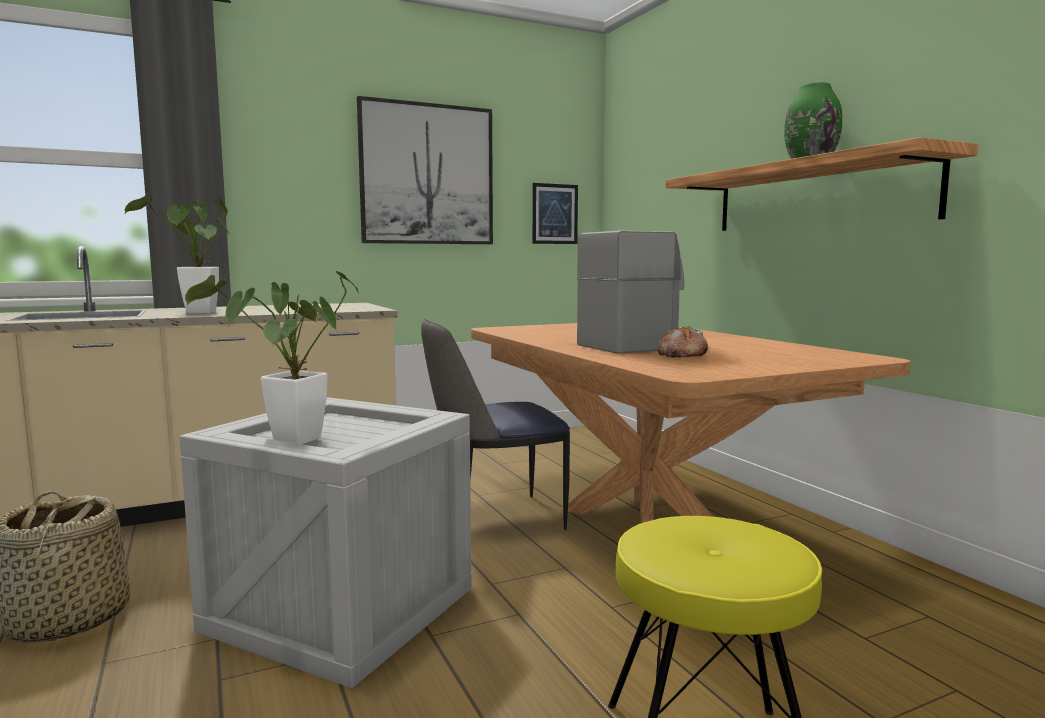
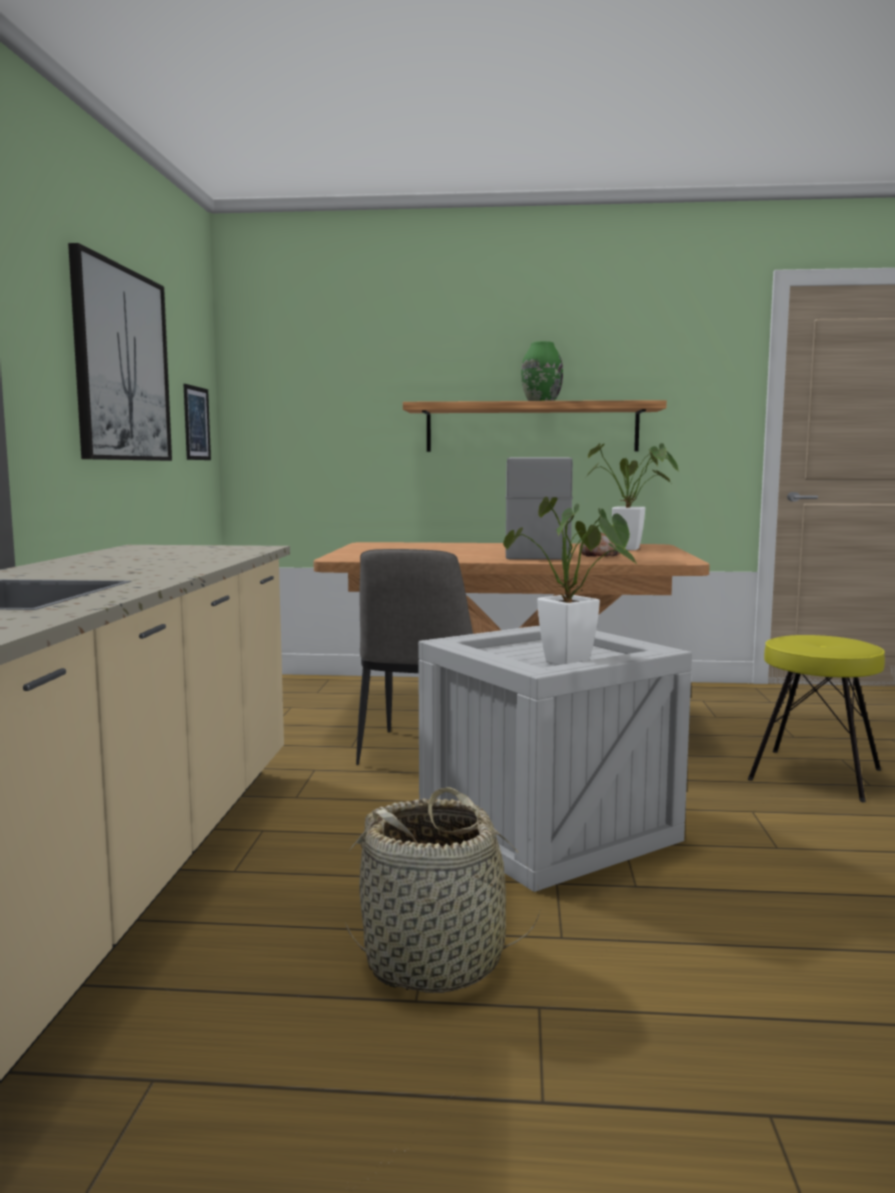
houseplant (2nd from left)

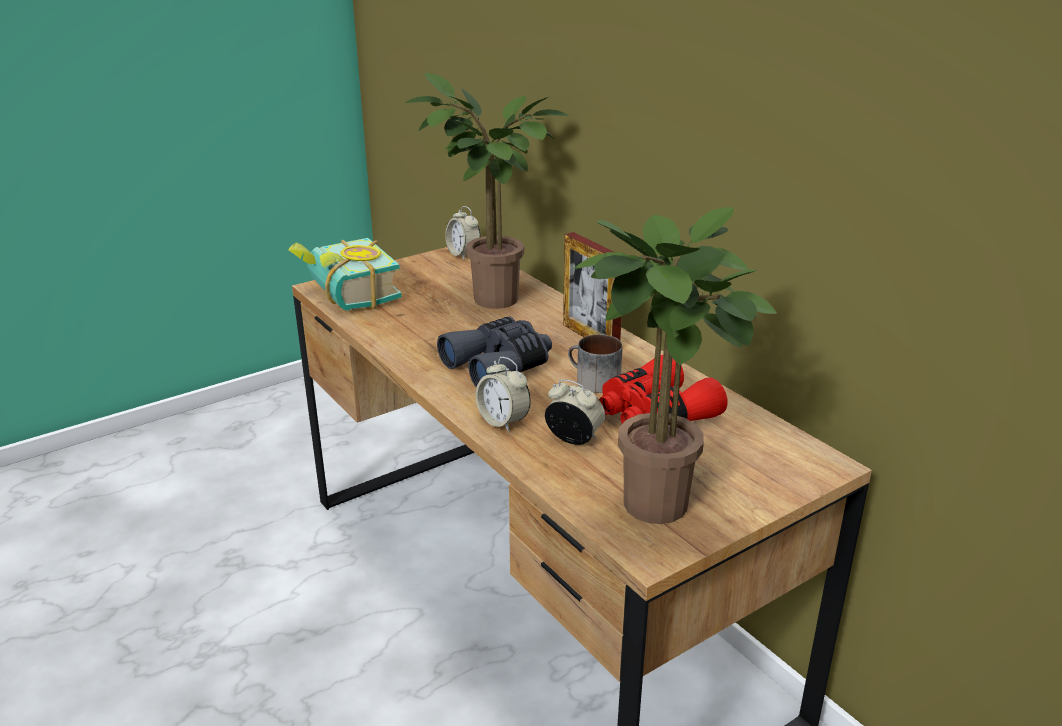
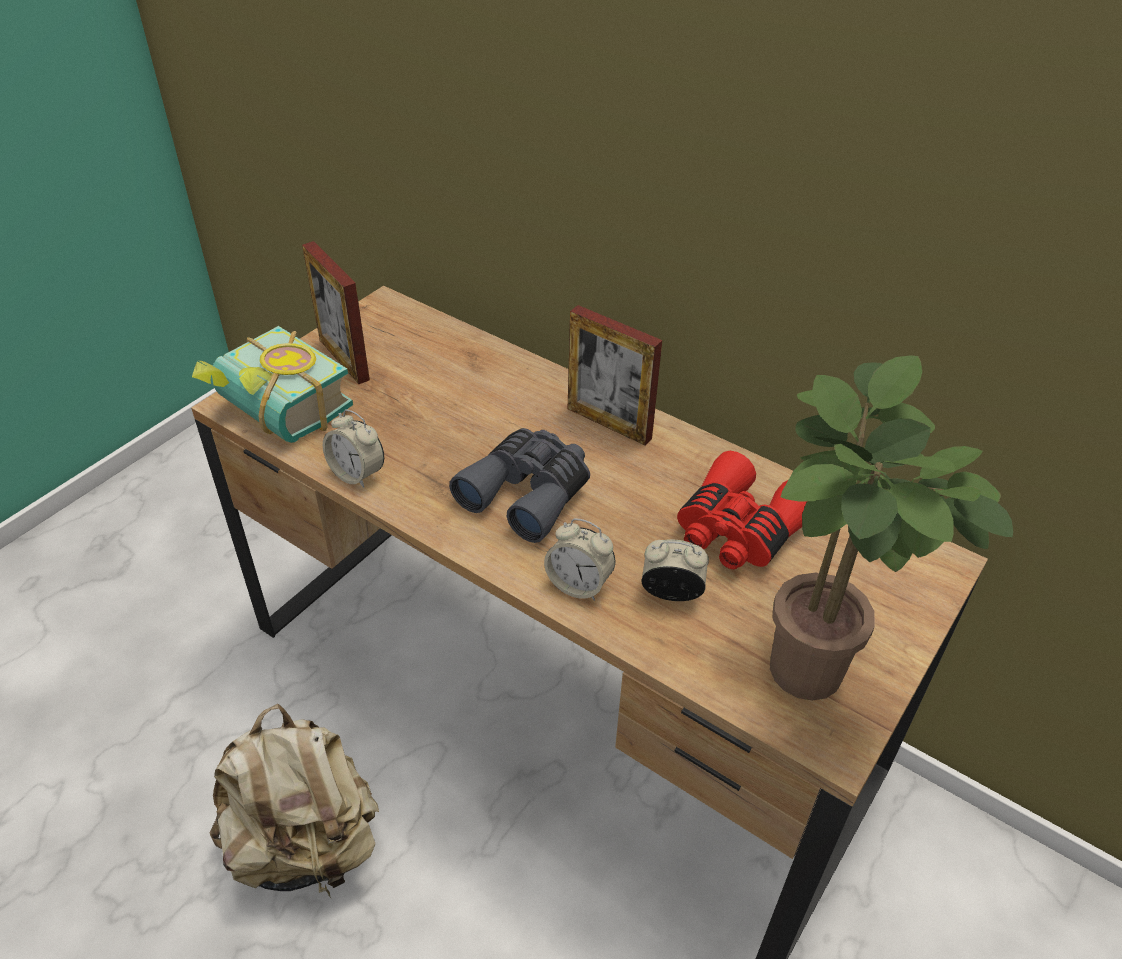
houseplant (1st from left in the first image)
bedside clock (1st from left)
tea mug
rucksack (sand-coloured)
standing frame (1st from left)

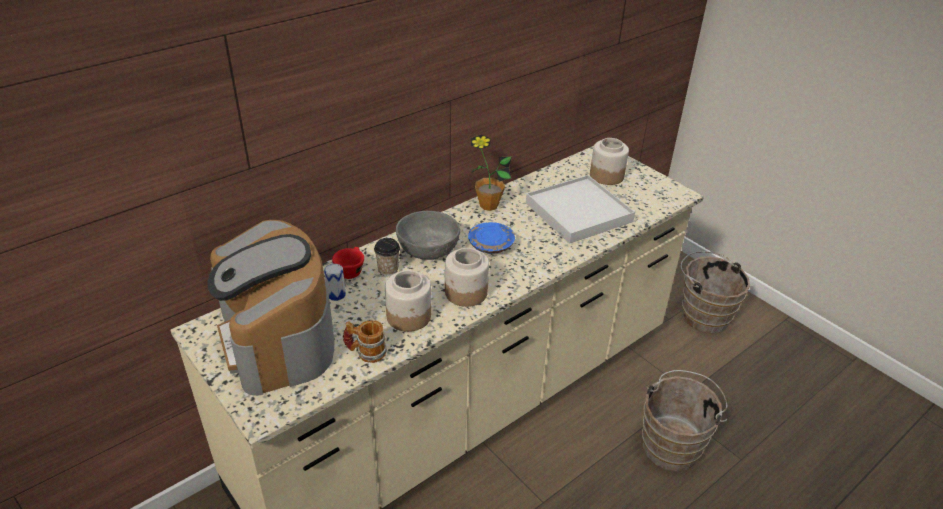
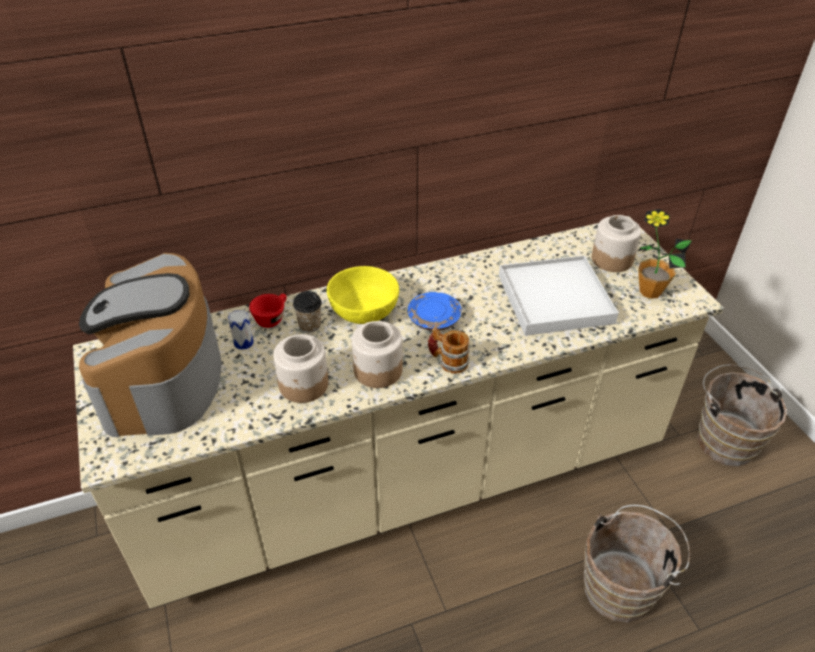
tea mug
serving bowl (yellowish)
houseplant

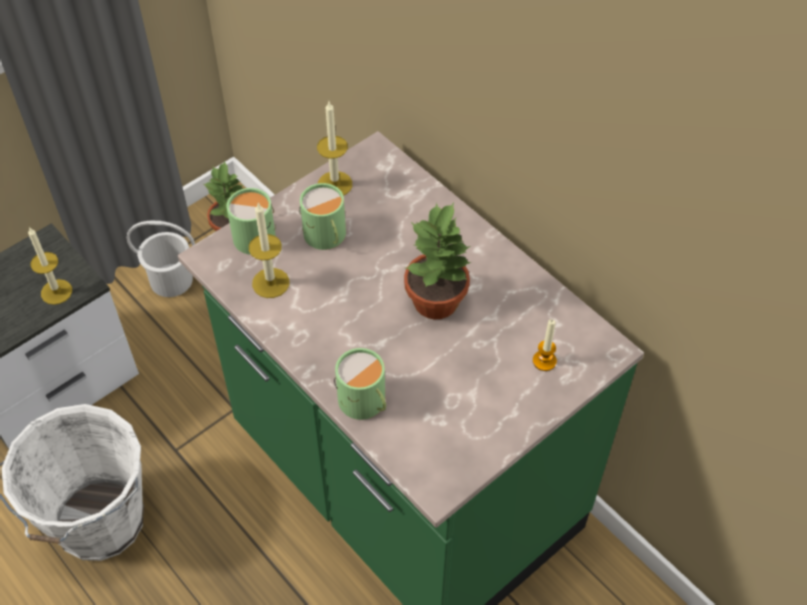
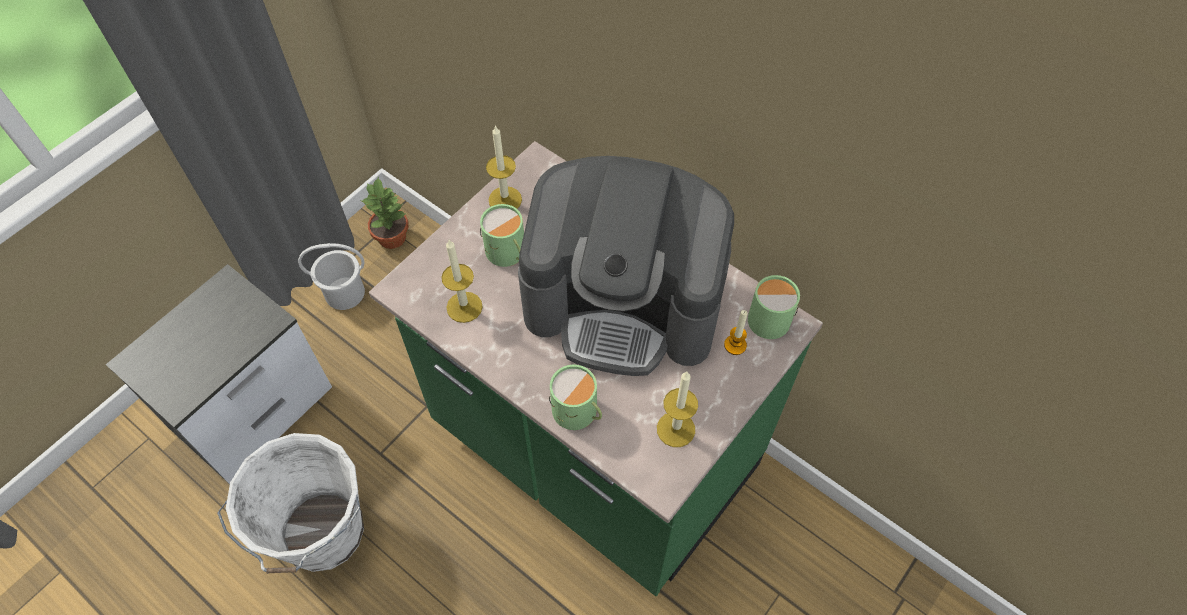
wax candle (3rd from left)
tea mug (green) (3rd from left)
coffee machine

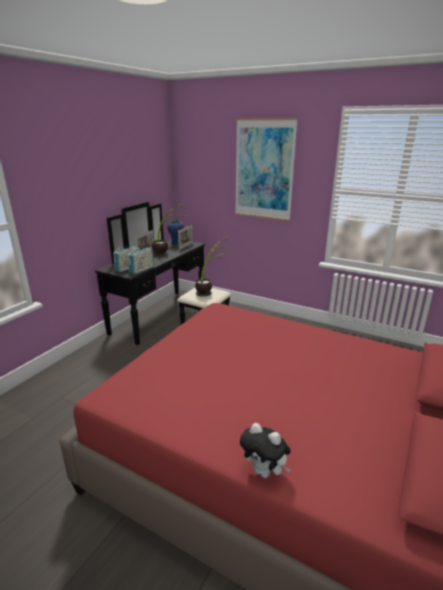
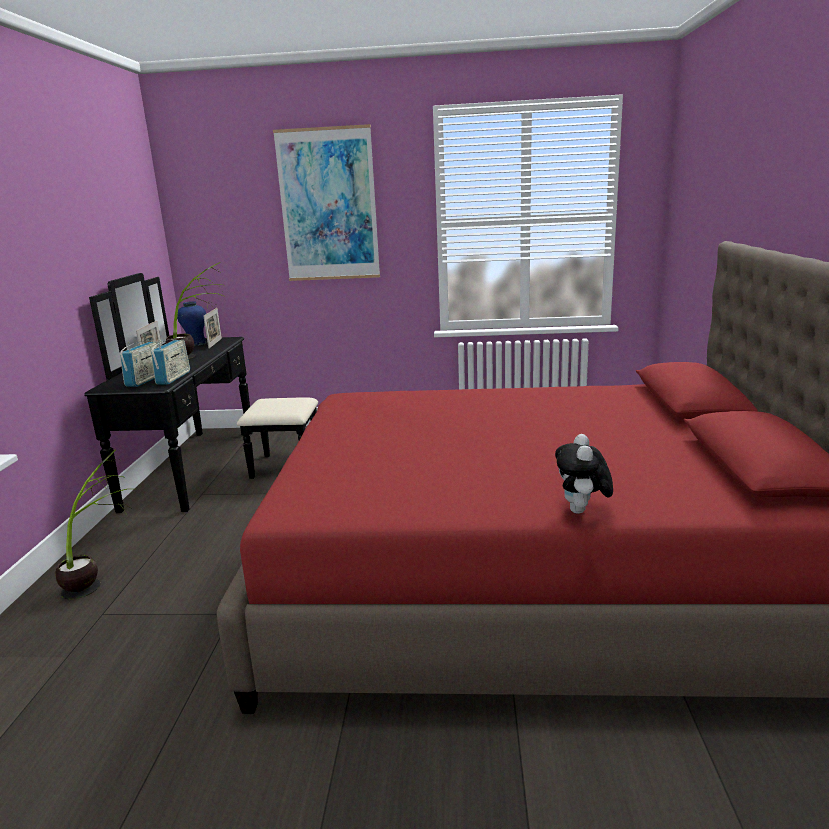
houseplant (1st from left)
cuddly toy

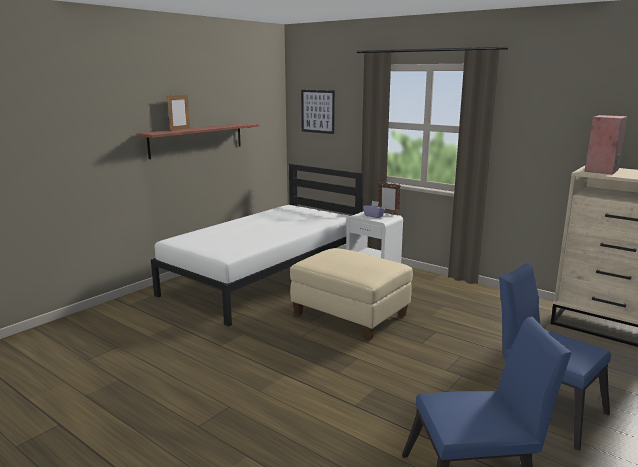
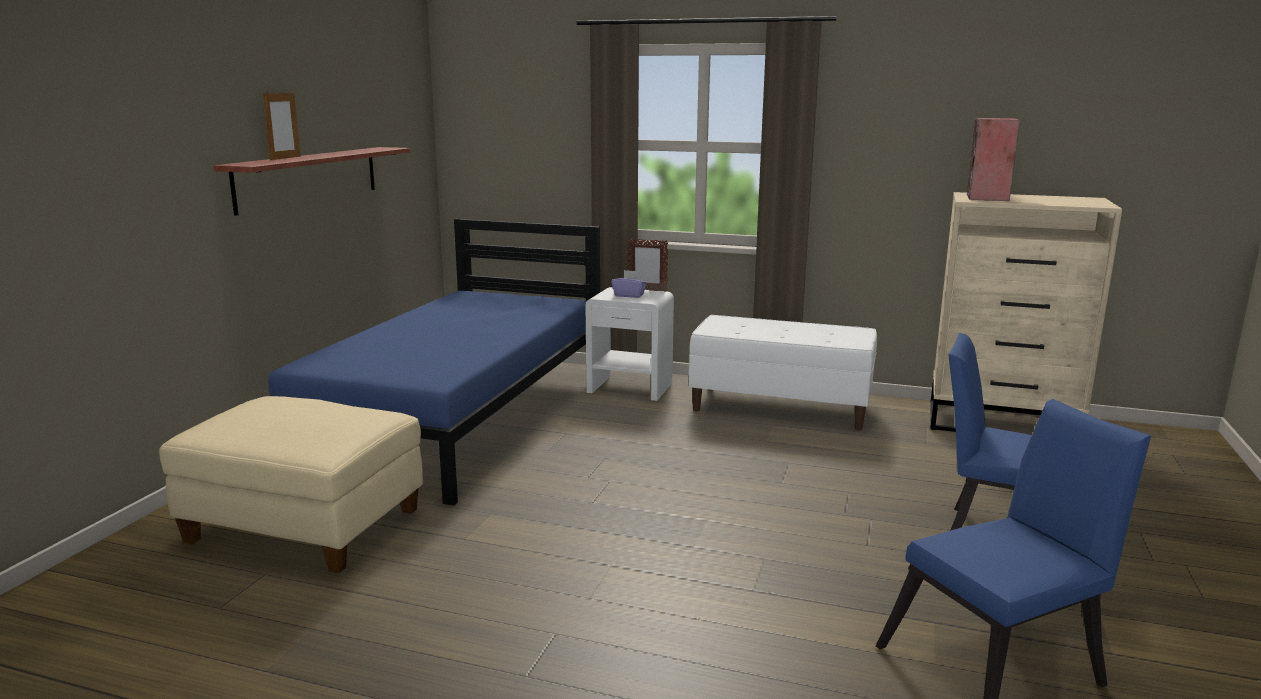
bedroom bed (blue-coloured)
ottoman (sand-coloured)
wall art
long seat (white-coloured)

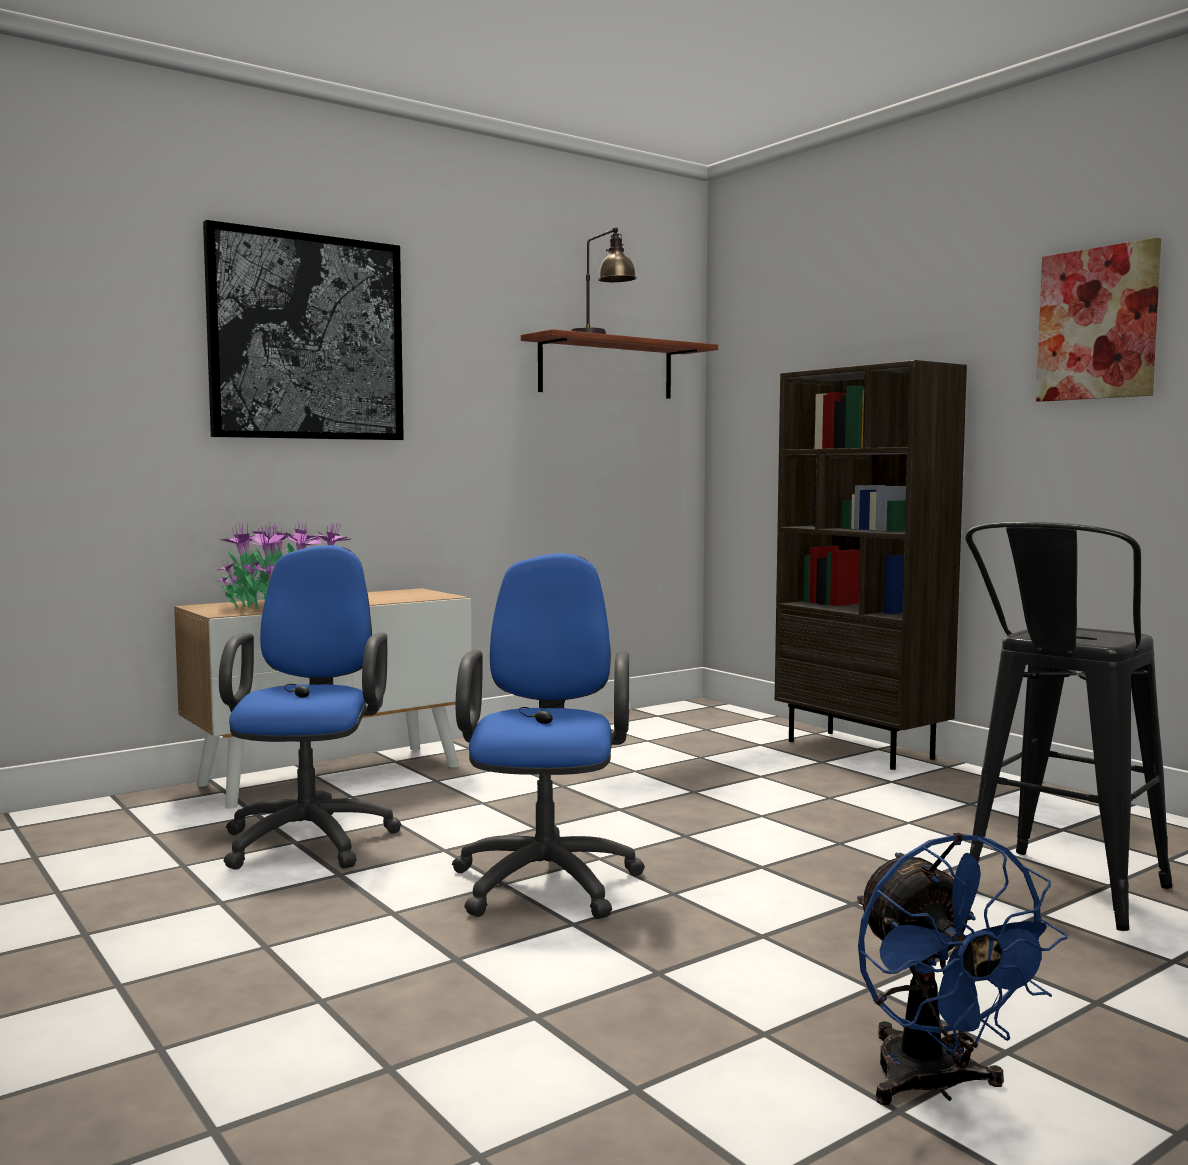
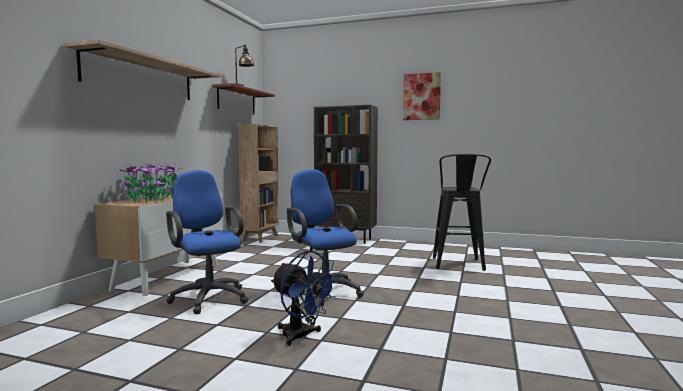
bracket shelf (1st from left)
cooling fan (blue-coloured)
bookshelf (brownish) (1st from left)

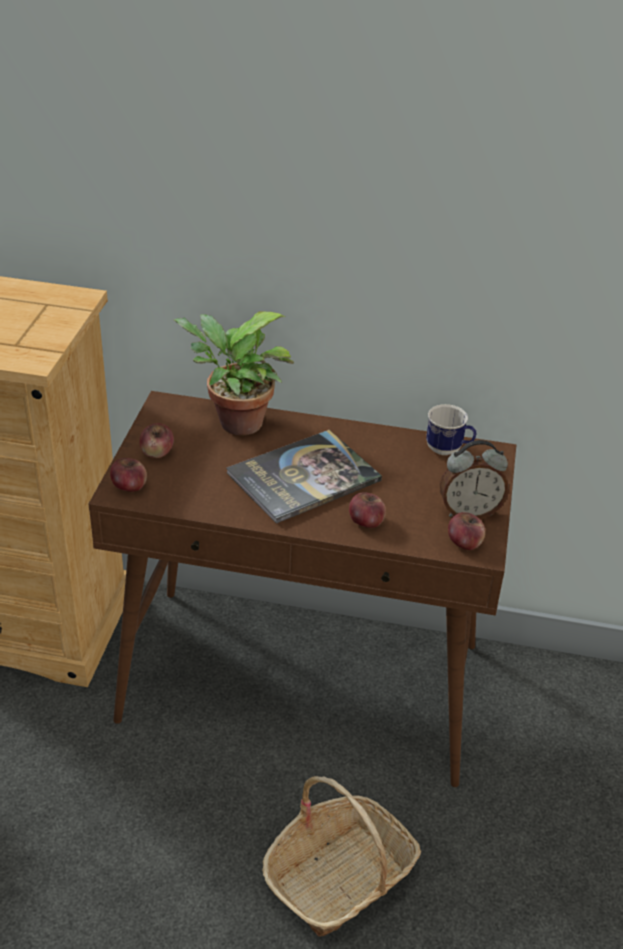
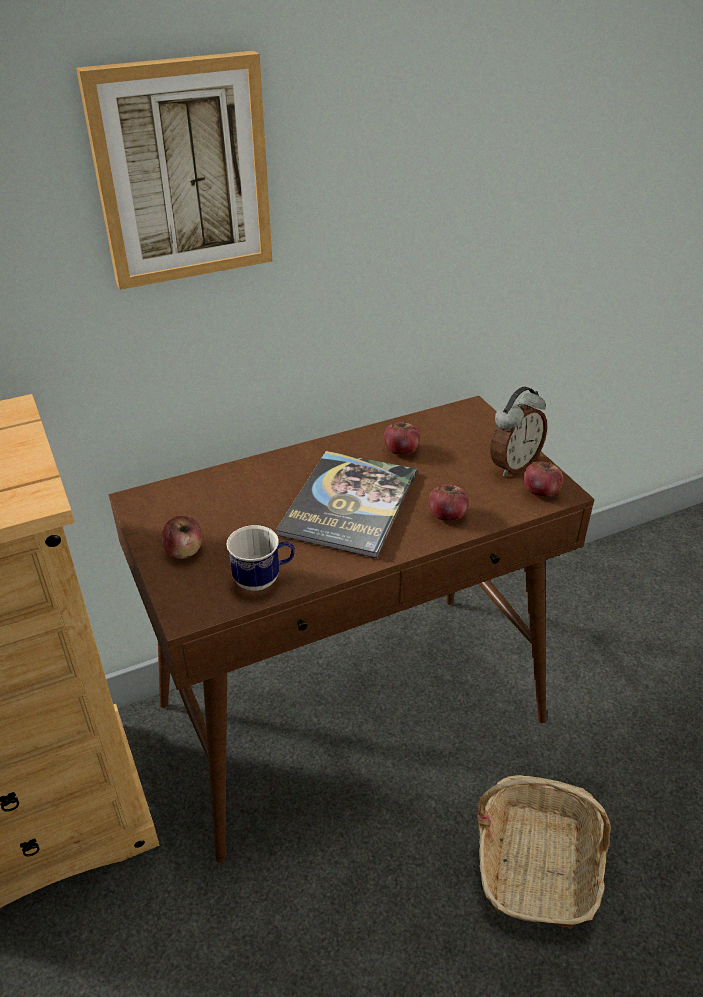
apple fruit (2nd from left)
houseplant
tea mug
wall art

